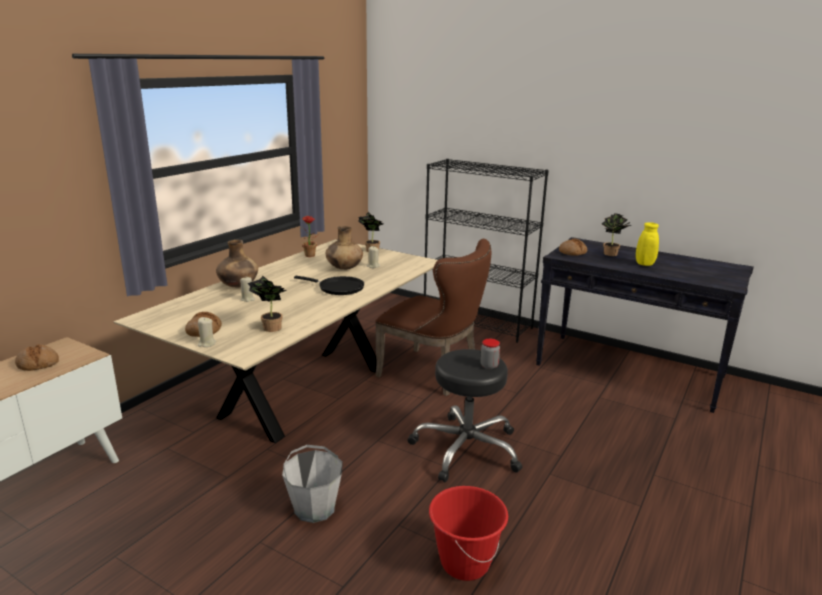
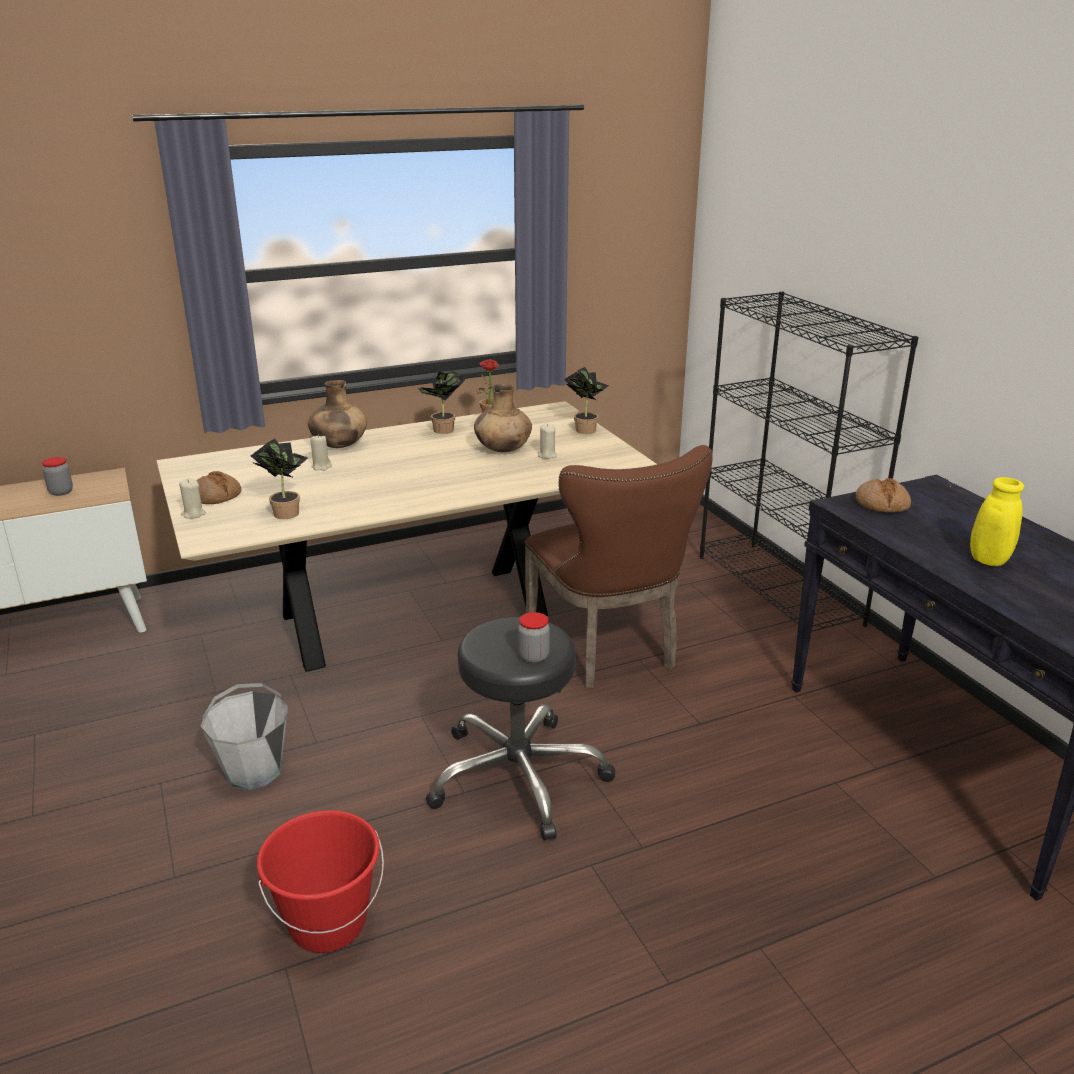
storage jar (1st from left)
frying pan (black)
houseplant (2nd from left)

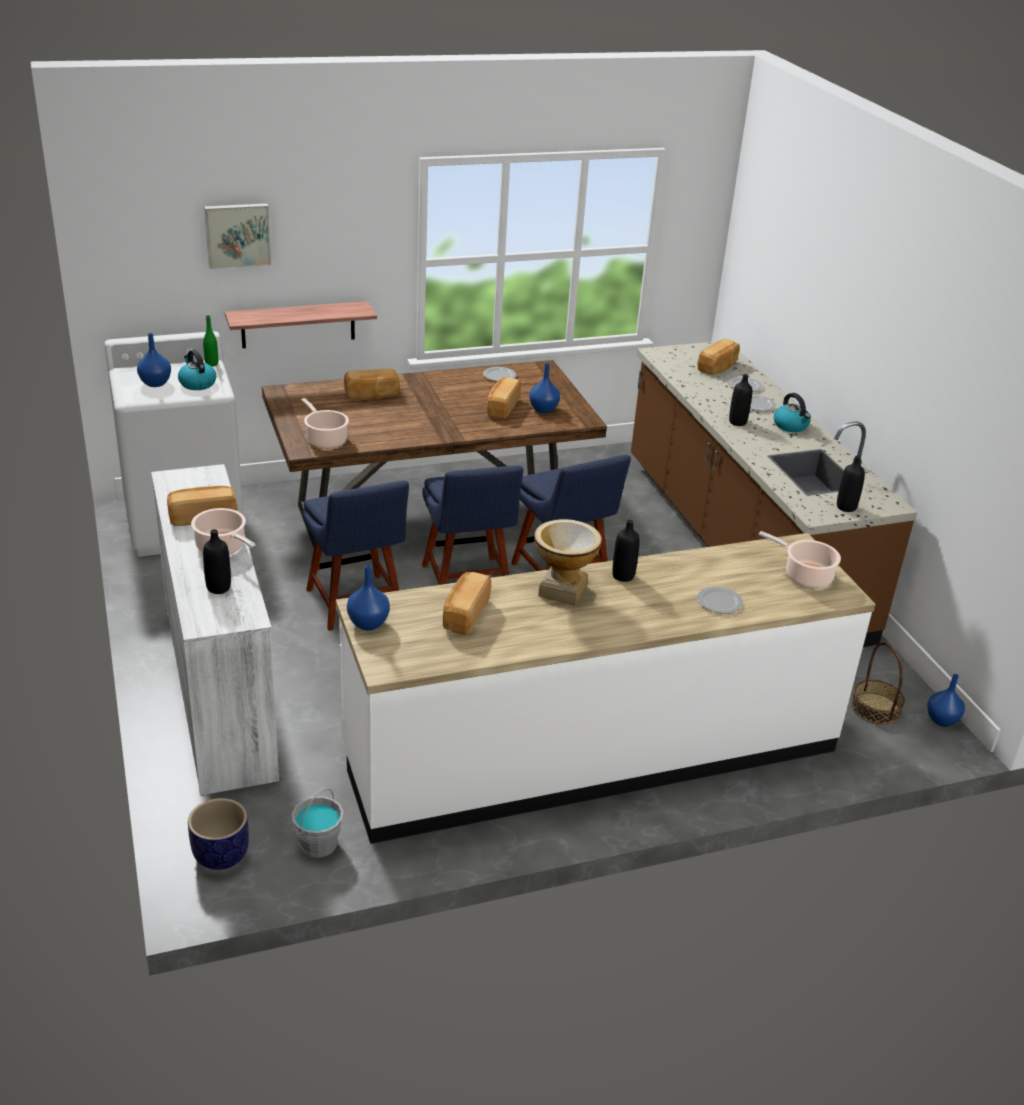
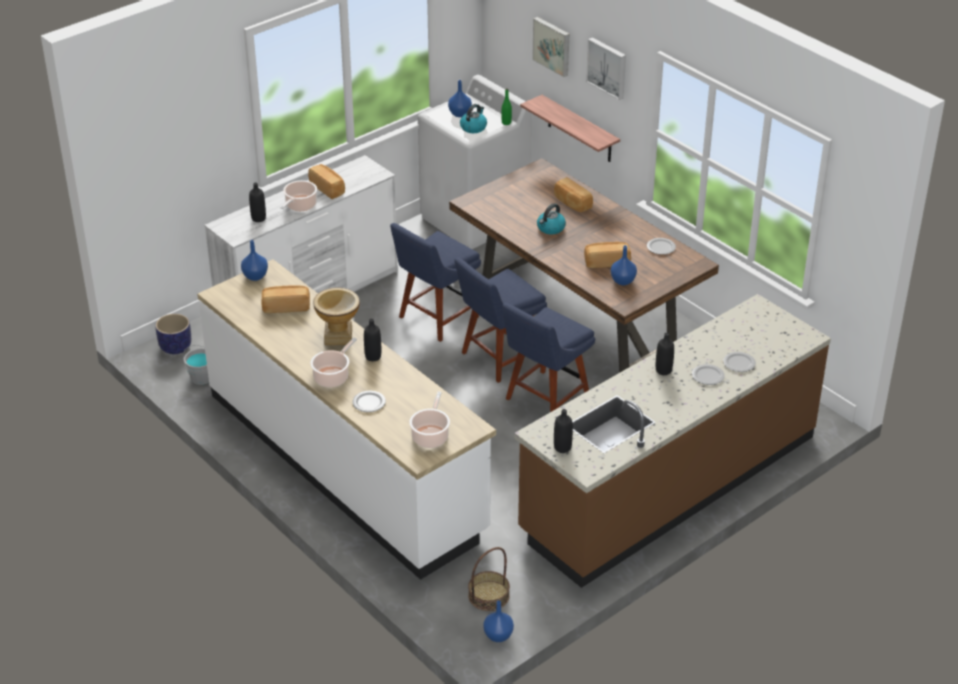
saucepot (2nd from left)
bakery bread (5th from left in the first image)
kettle (2nd from left)
wall art (2nd from left)

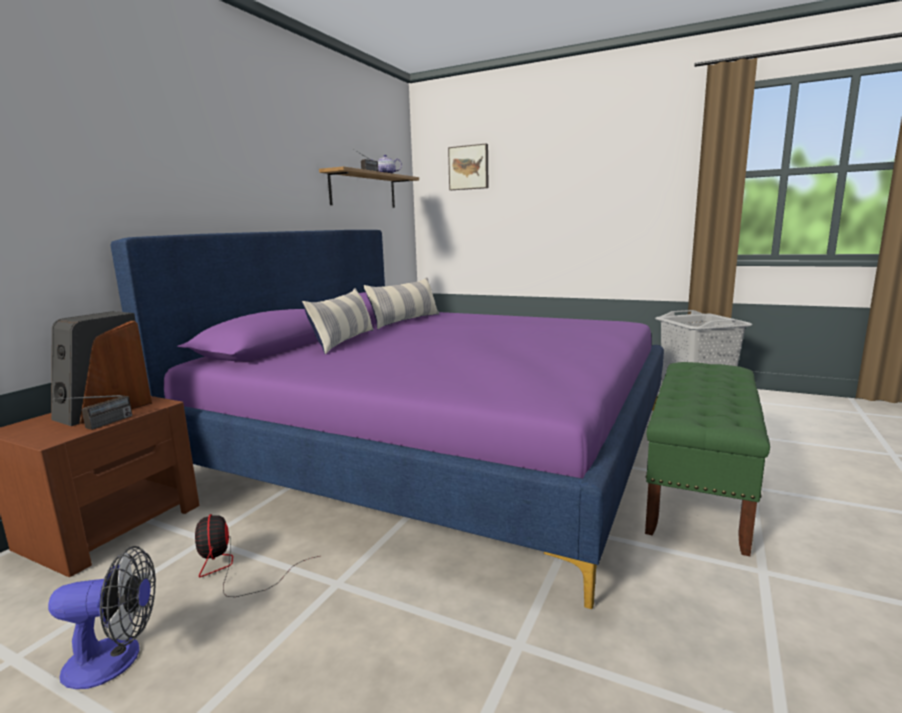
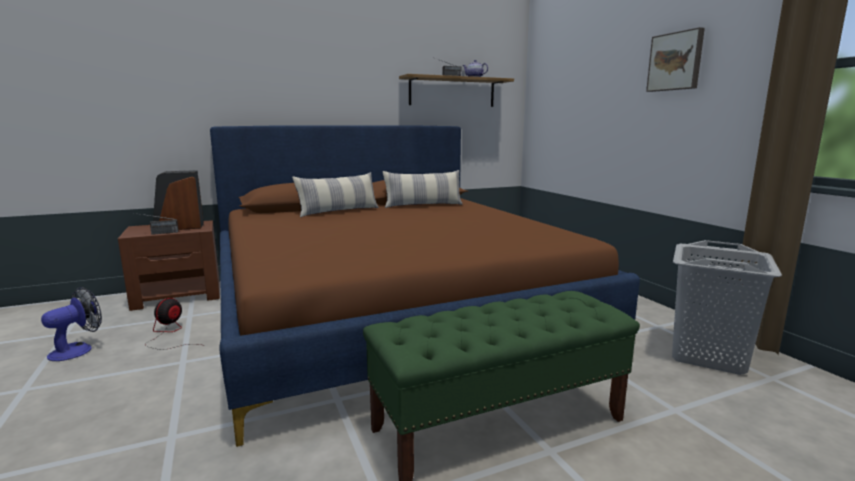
cooling fan (1st from left)
bedroom bed (brownish)
wall art

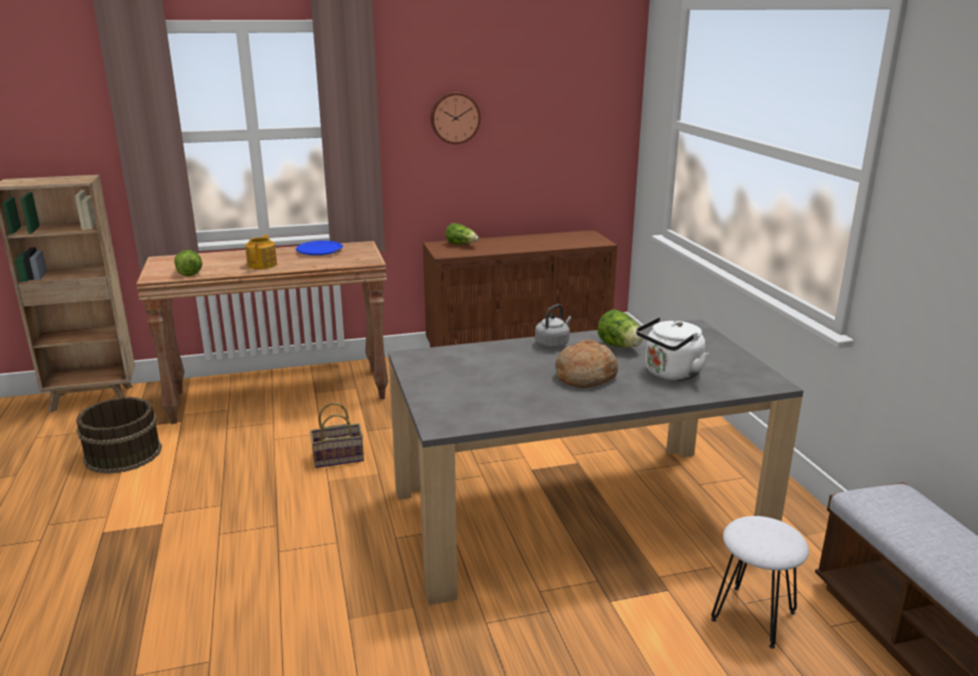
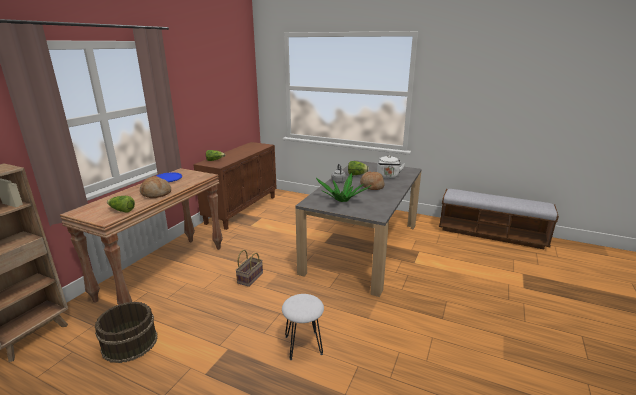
bakery bread (1st from left)
clock on the wall
stool (white-coloured)
houseplant

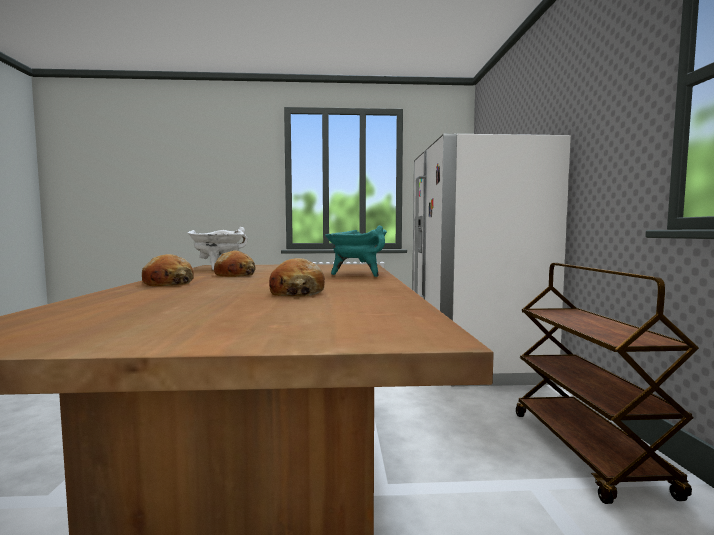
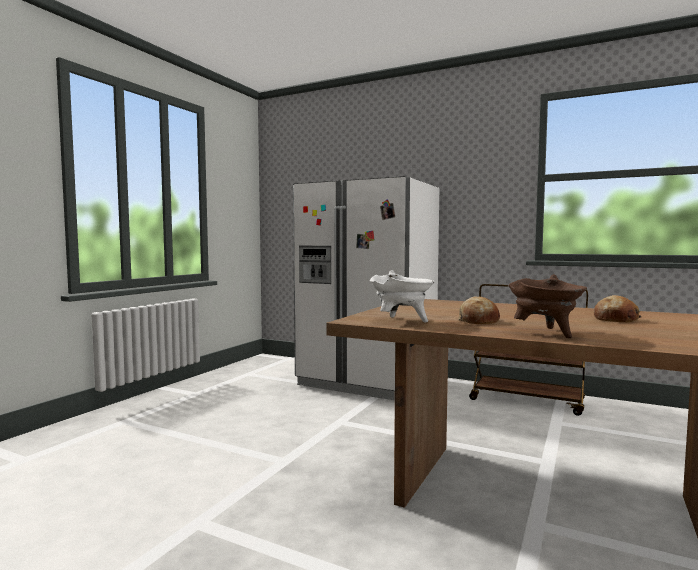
saucepot (brownish)
saucepot (turquoise)

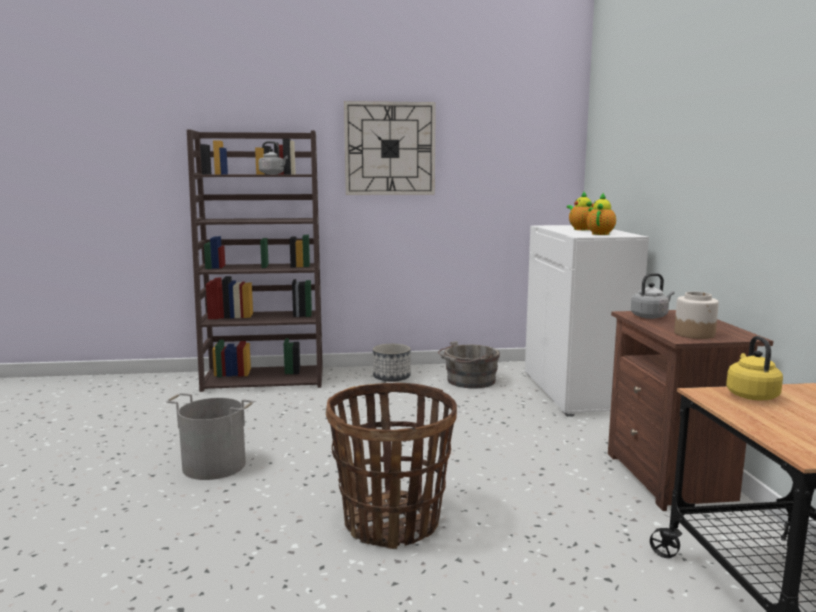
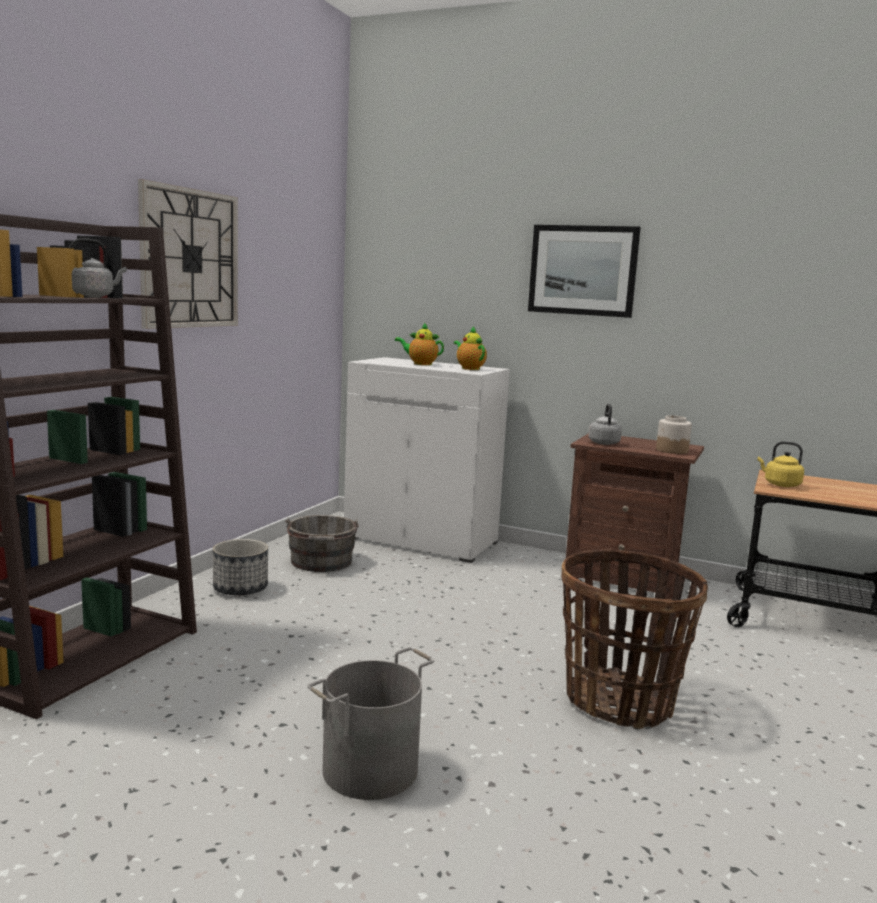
wall art

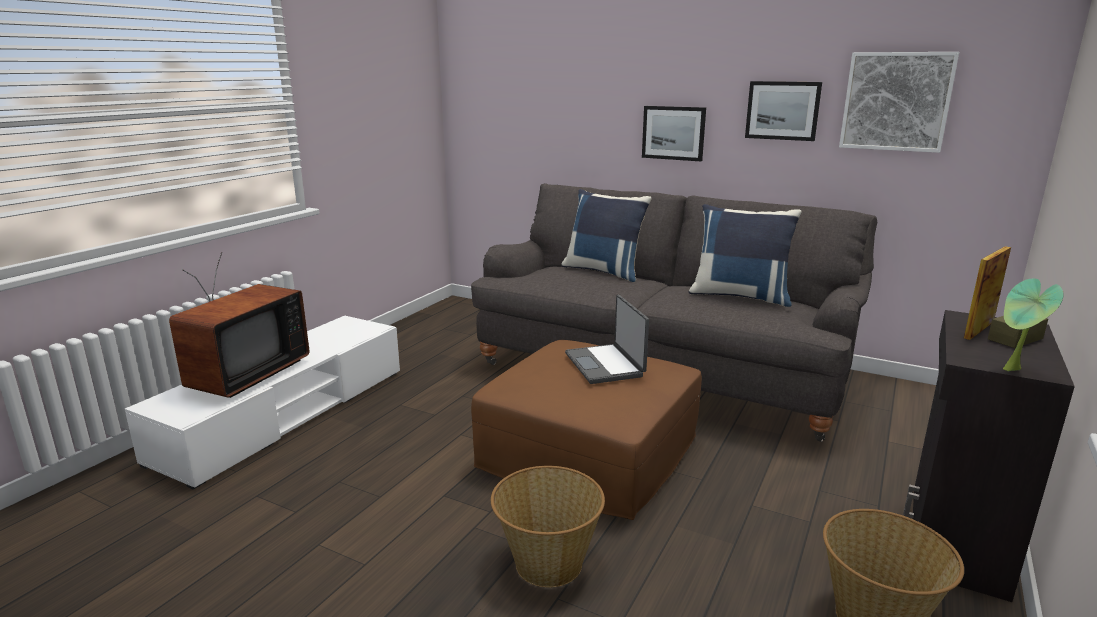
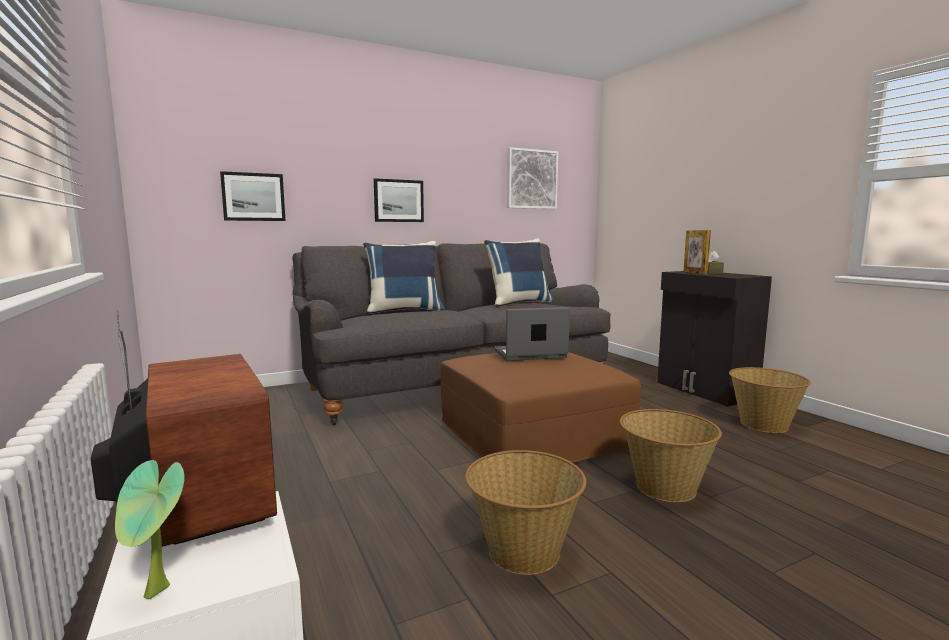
laptop
wall art (1st from left)
houseplant
basket (1st from left)

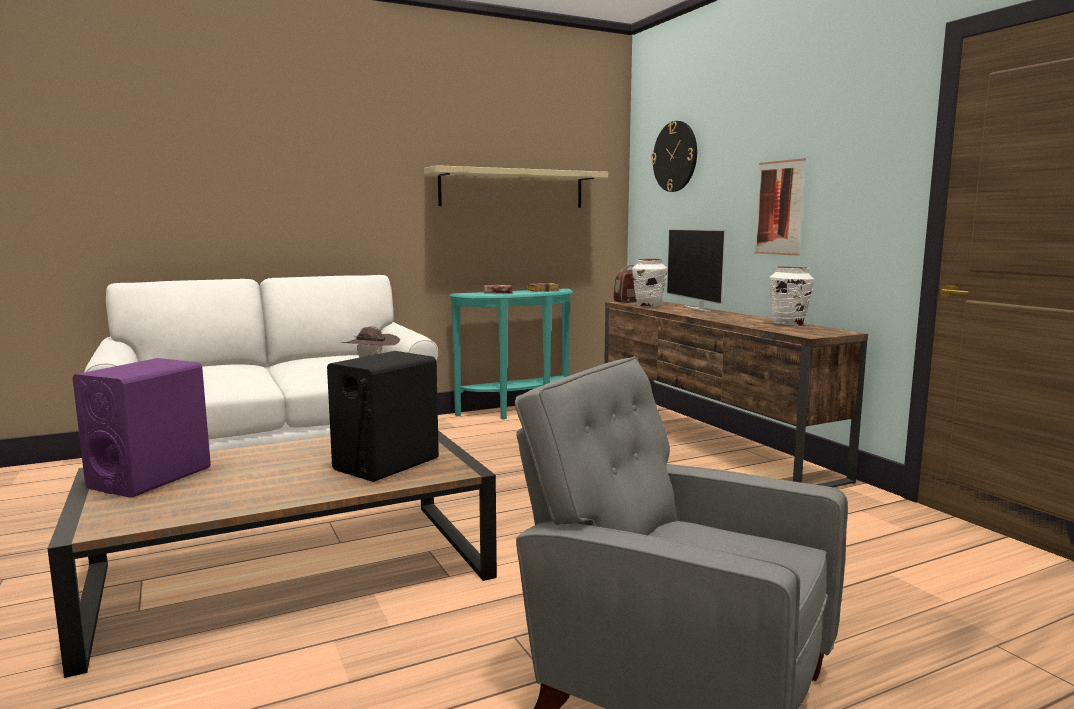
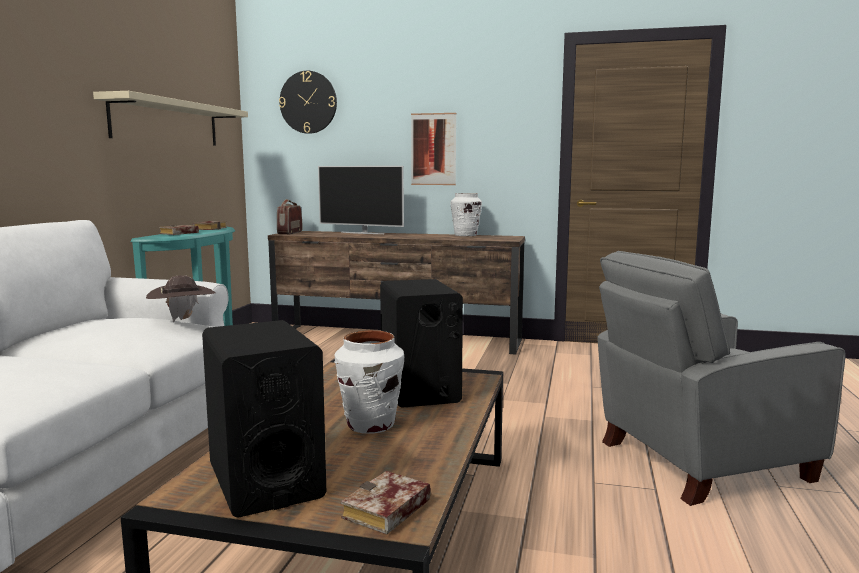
audio speaker (black) (1st from left)
flower vase (white-coloured) (1st from left)
volume (3rd from left)

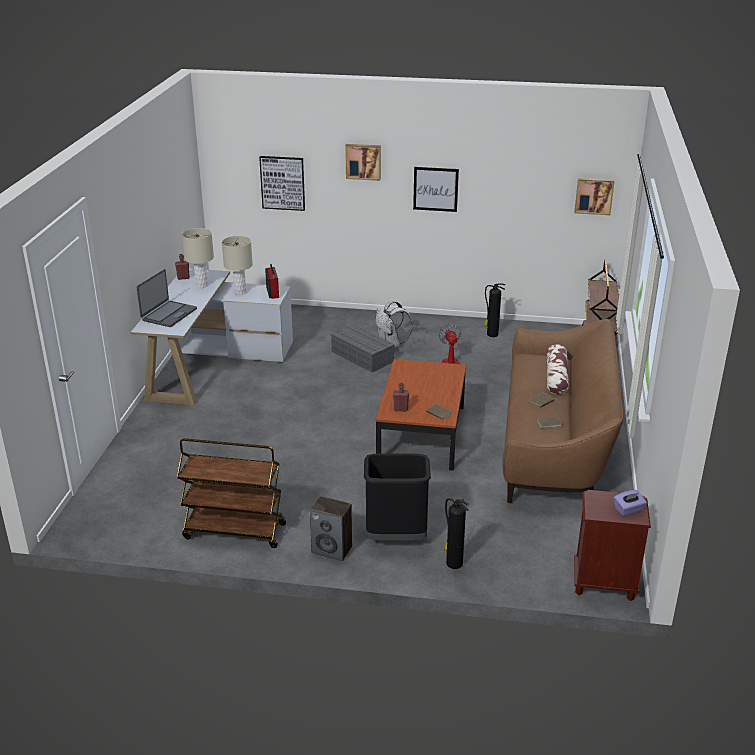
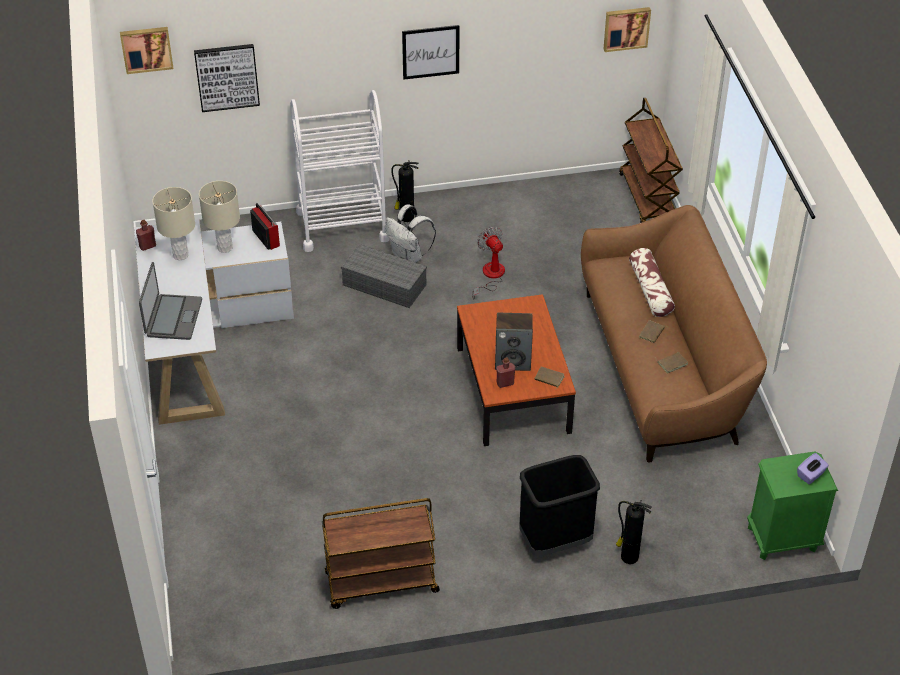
audio speaker
wall art (1st from left)
extinguisher (1st from left)
night table (green)
trolley (white-coloured)

